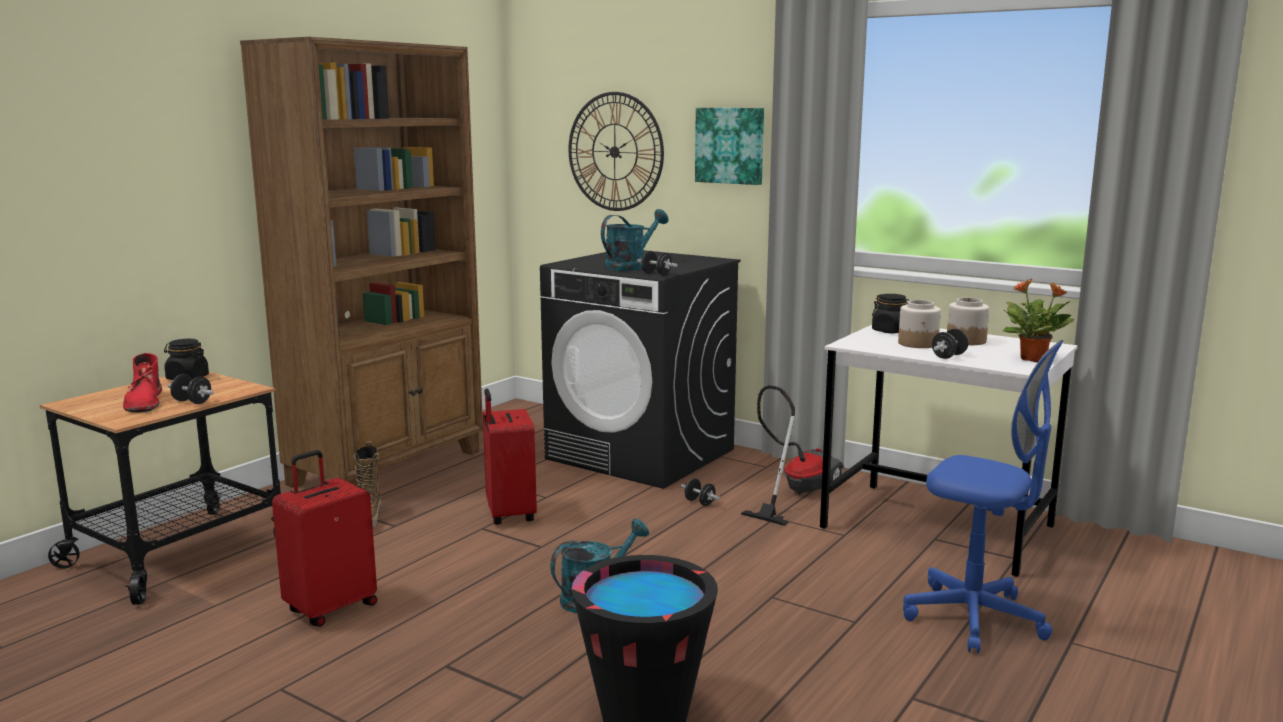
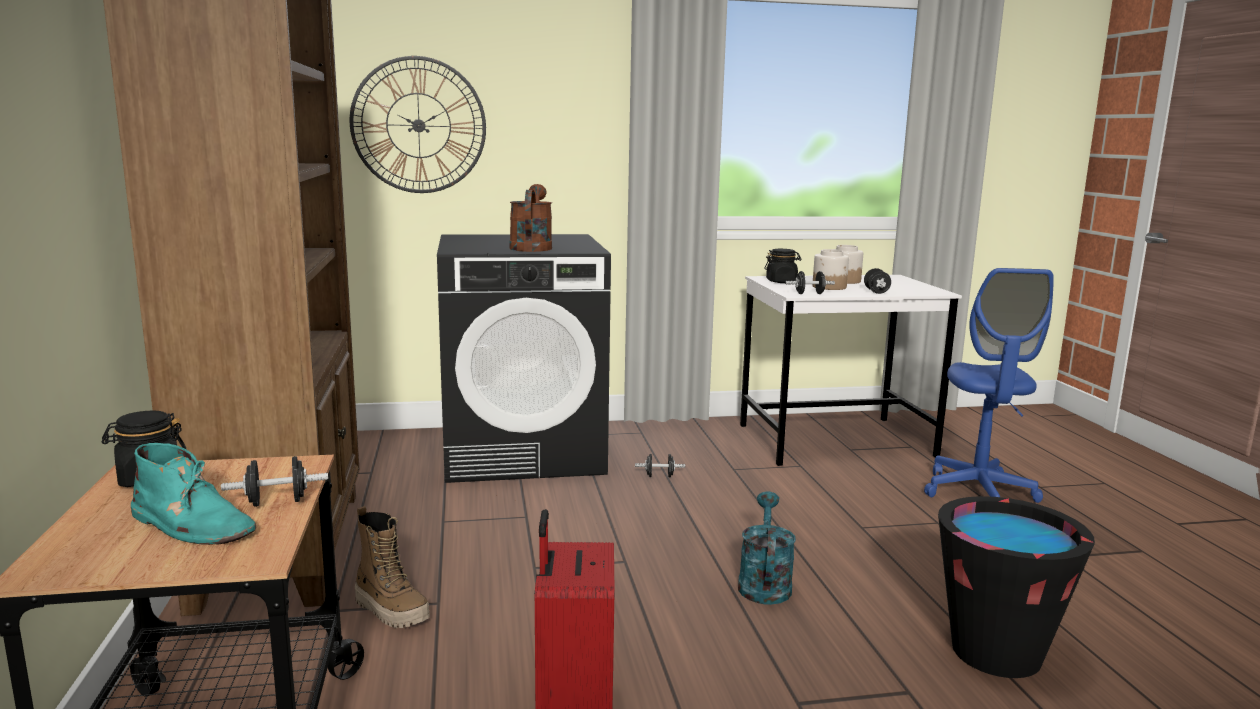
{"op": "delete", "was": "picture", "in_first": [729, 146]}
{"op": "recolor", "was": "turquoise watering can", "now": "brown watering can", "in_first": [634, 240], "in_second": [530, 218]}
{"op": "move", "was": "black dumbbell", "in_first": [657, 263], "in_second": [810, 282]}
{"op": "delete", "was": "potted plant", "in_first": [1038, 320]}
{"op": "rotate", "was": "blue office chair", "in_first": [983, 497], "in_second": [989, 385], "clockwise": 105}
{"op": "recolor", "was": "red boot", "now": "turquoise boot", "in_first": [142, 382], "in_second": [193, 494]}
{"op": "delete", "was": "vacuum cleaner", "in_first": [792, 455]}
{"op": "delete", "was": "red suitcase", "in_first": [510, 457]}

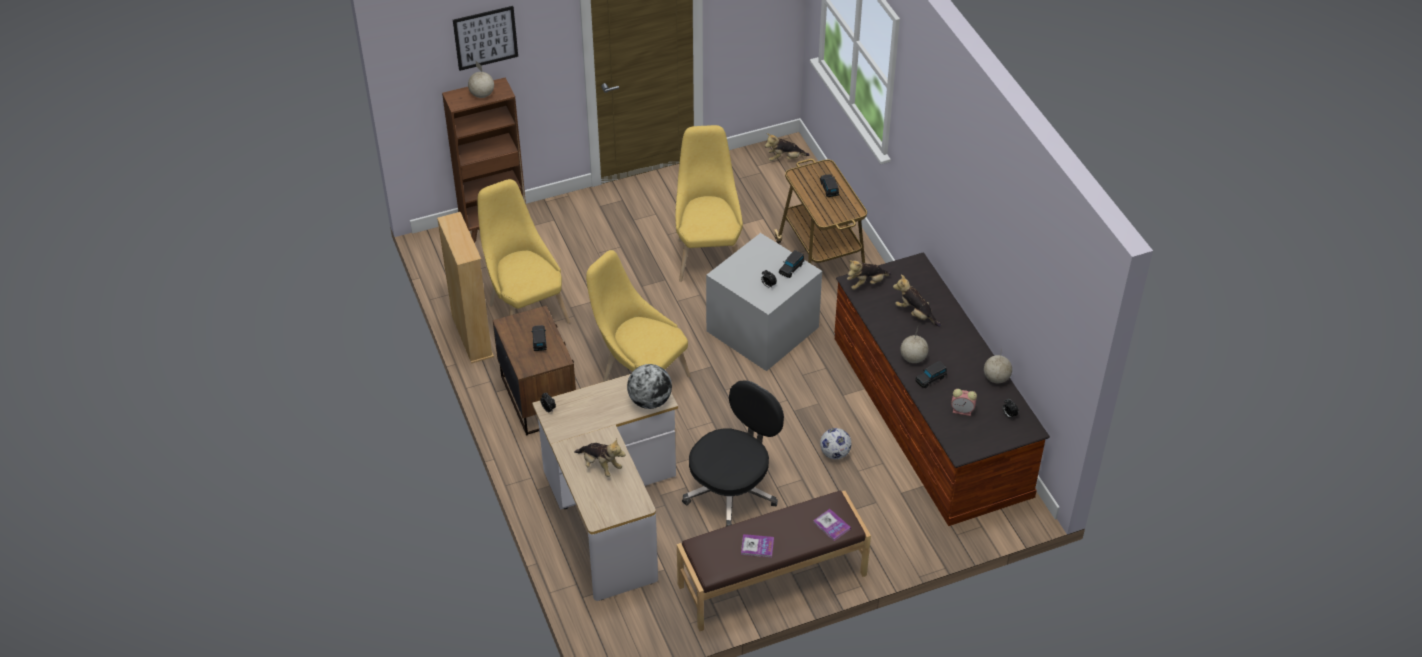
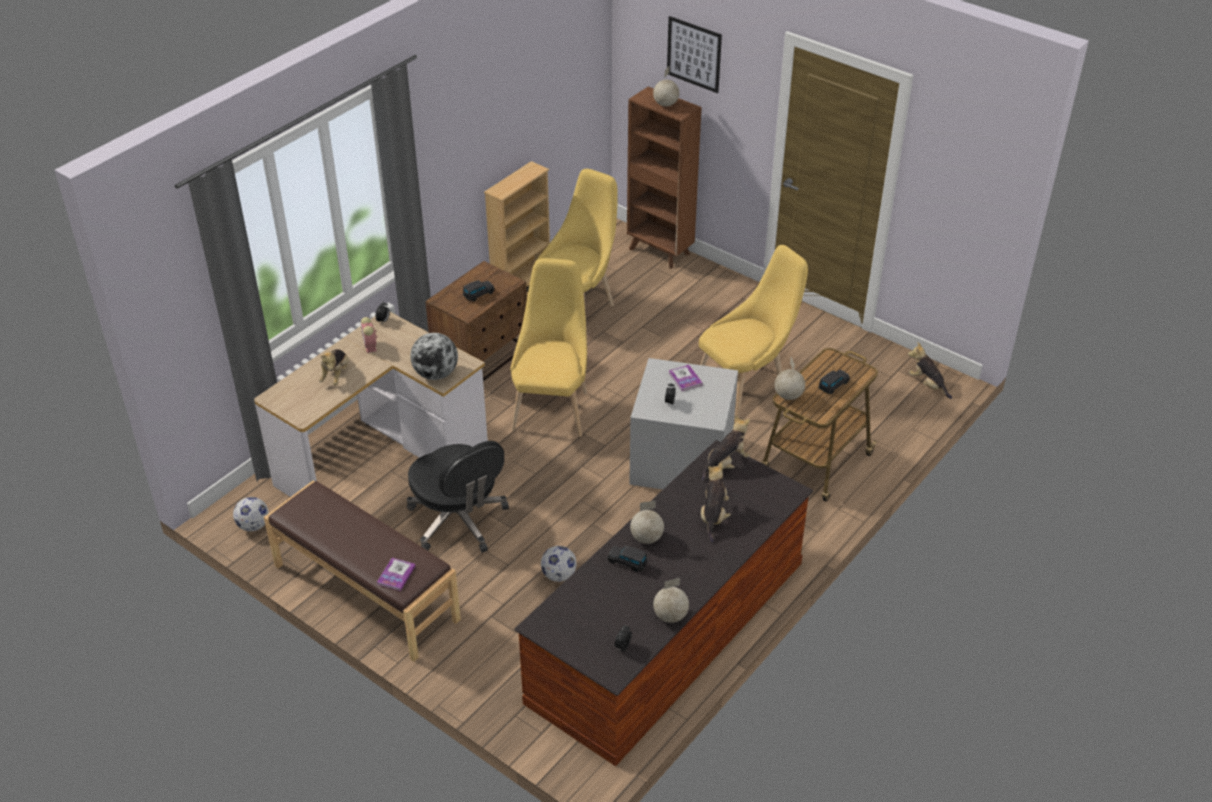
{"op": "delete", "was": "black toy car", "in_first": [791, 264]}
{"op": "rotate", "was": "plush toy", "in_first": [869, 275], "in_second": [726, 448], "clockwise": 105}
{"op": "rotate", "was": "black office chair", "in_first": [733, 454], "in_second": [458, 496], "clockwise": 45}
{"op": "move", "was": "alarm clock", "in_first": [964, 402], "in_second": [369, 335]}
{"op": "move", "was": "book", "in_first": [757, 545], "in_second": [686, 378]}
{"op": "insert", "now": "globe", "in_second": [790, 378]}
{"op": "insert", "now": "football", "in_second": [251, 514]}

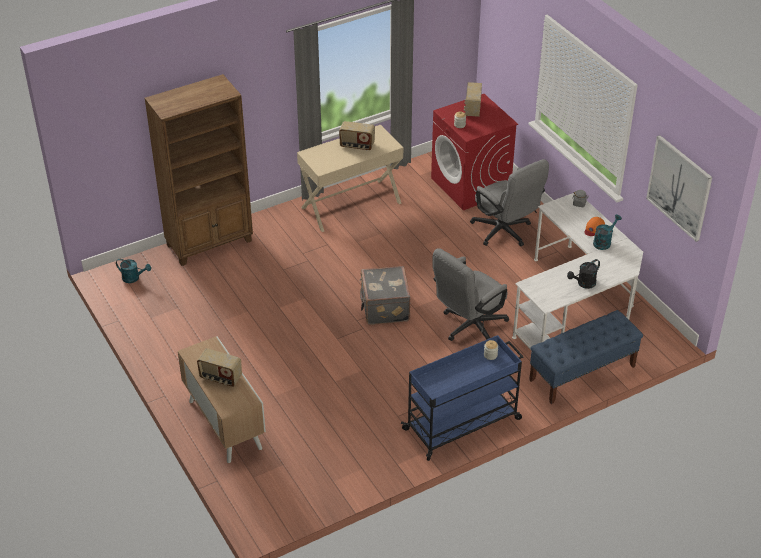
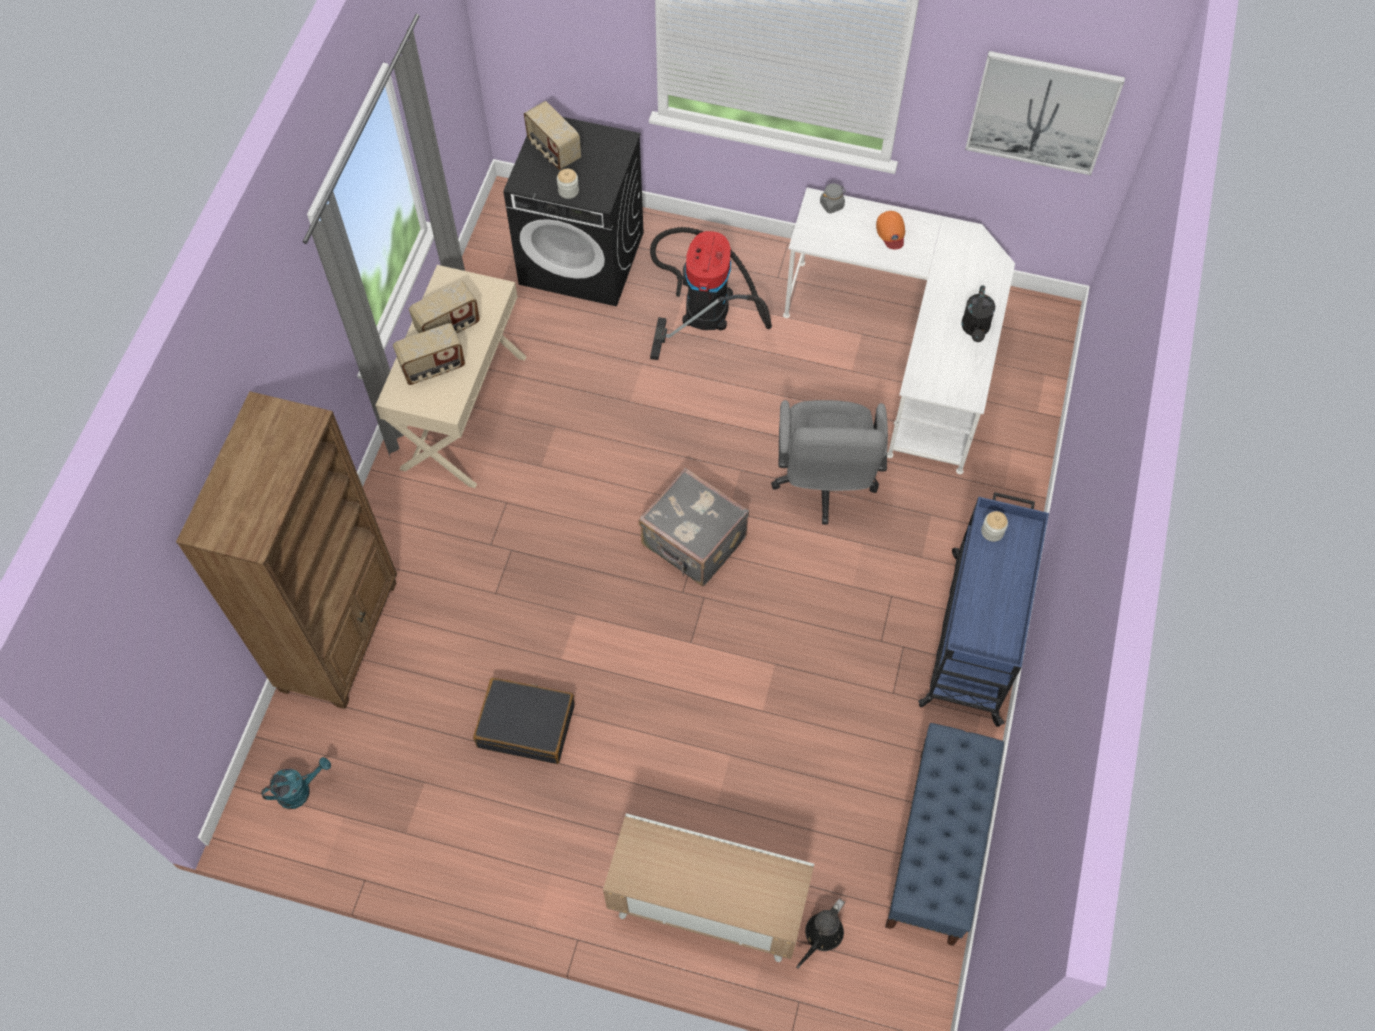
{"op": "recolor", "was": "red washing machine", "now": "black washing machine", "in_first": [474, 152], "in_second": [573, 212]}
{"op": "replace", "was": "grey office chair", "now": "vacuum cleaner", "in_first": [509, 202], "in_second": [711, 293]}
{"op": "delete", "was": "turquoise watering can", "in_first": [607, 232]}
{"op": "move", "was": "blue bench", "in_first": [586, 357], "in_second": [944, 834]}
{"op": "move", "was": "radio", "in_first": [219, 367], "in_second": [429, 354]}
{"op": "insert", "now": "black suitcase", "in_second": [524, 721]}
{"op": "insert", "now": "black watering can", "in_second": [820, 934]}

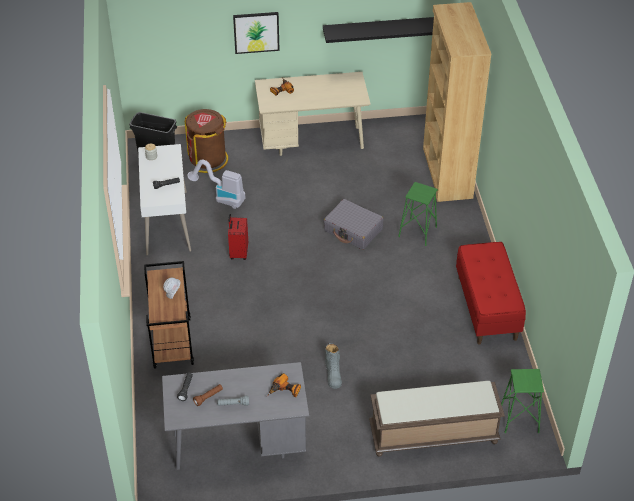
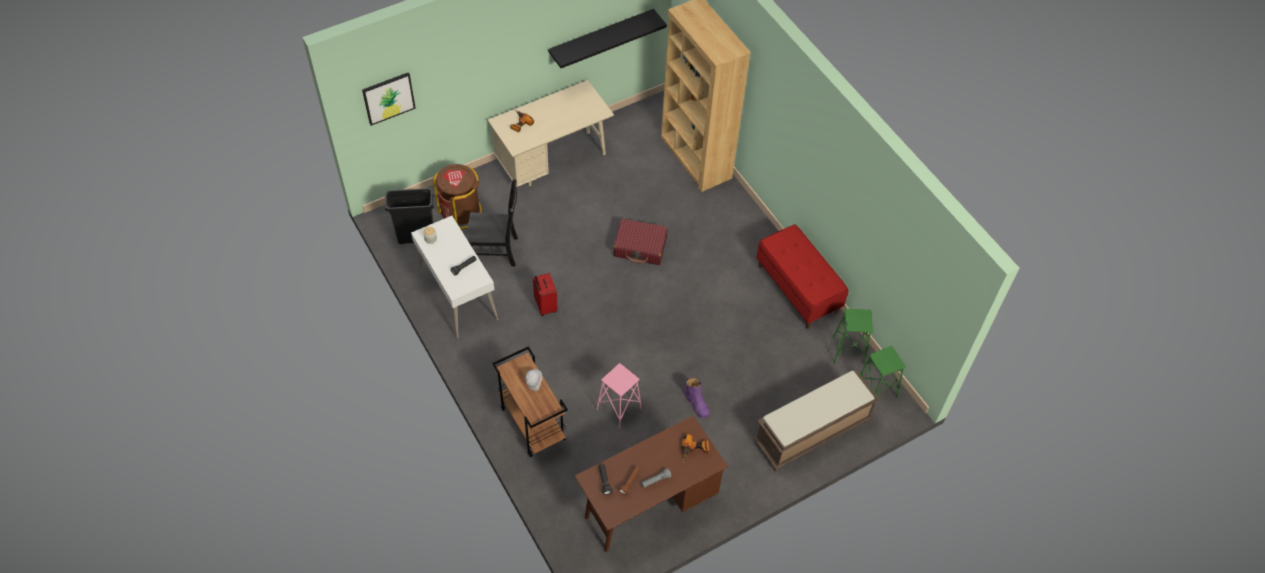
{"op": "move", "was": "picture", "in_first": [256, 33], "in_second": [389, 99]}
{"op": "replace", "was": "vacuum cleaner", "now": "black chair", "in_first": [216, 184], "in_second": [492, 222]}
{"op": "move", "was": "green stool", "in_first": [418, 214], "in_second": [853, 336]}
{"op": "recolor", "was": "grey suitcase", "now": "red suitcase", "in_first": [354, 224], "in_second": [640, 242]}
{"op": "recolor", "was": "grey boot", "now": "purple boot", "in_first": [333, 366], "in_second": [697, 397]}
{"op": "recolor", "was": "grey desk", "now": "brown desk", "in_first": [235, 416], "in_second": [651, 484]}
{"op": "insert", "now": "pink stool", "in_second": [619, 396]}

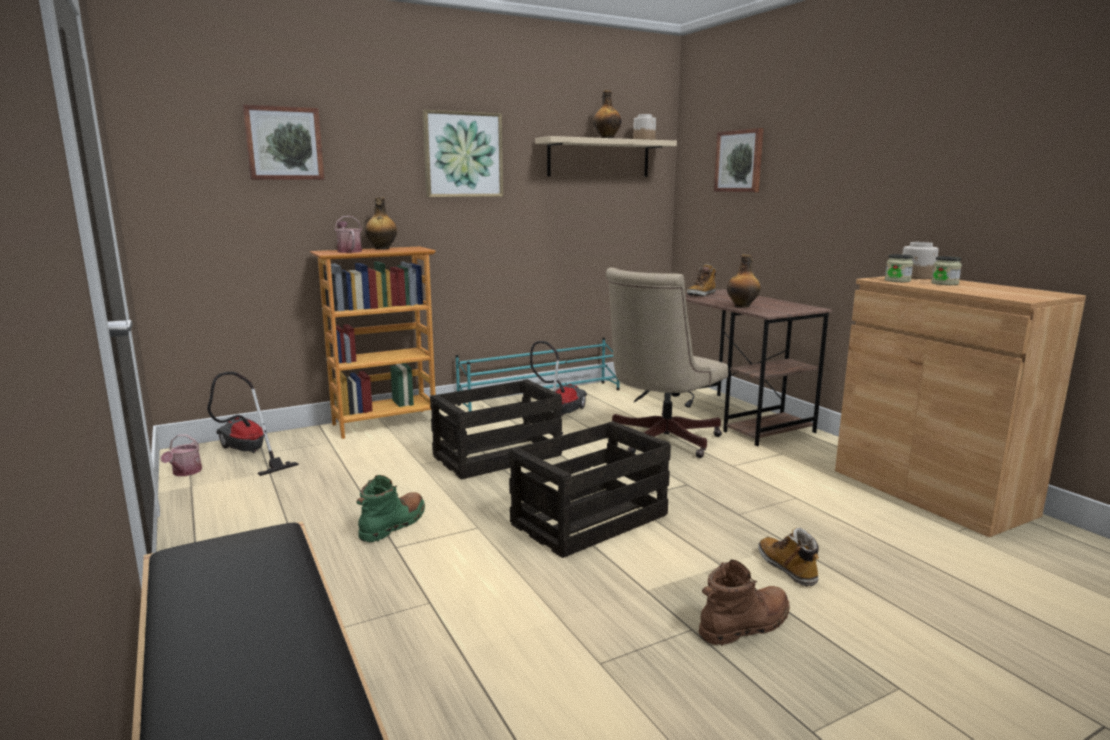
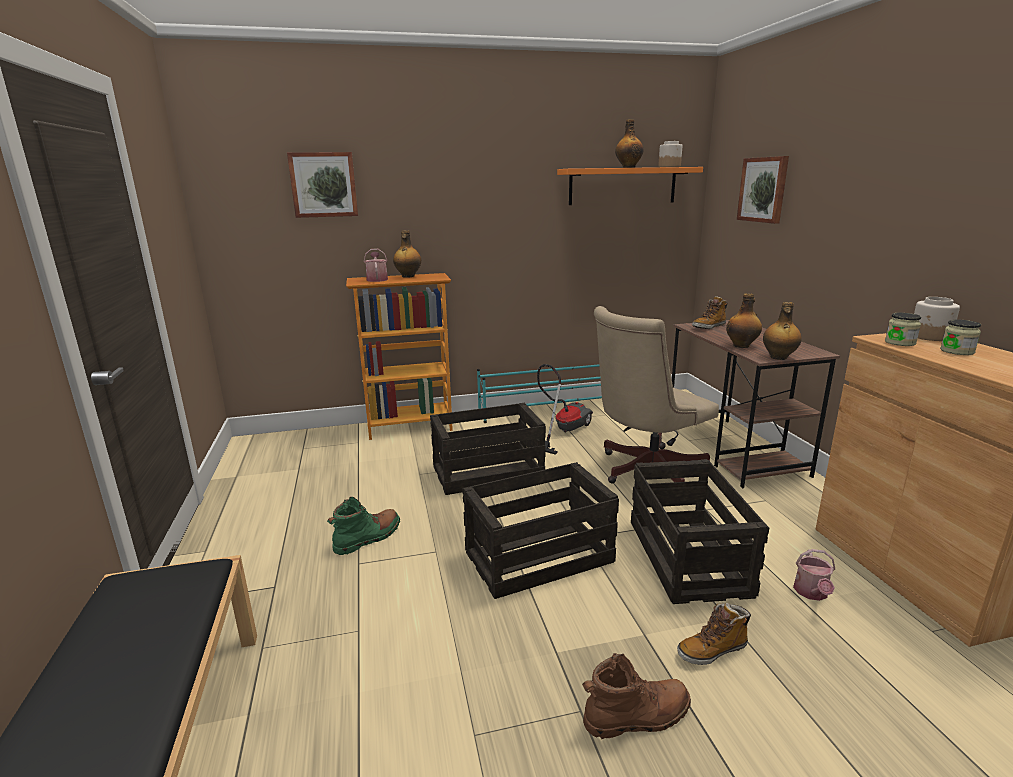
{"op": "delete", "was": "picture", "in_first": [462, 153]}
{"op": "recolor", "was": "beige shelf", "now": "orange shelf", "in_first": [606, 156], "in_second": [630, 186]}
{"op": "delete", "was": "vacuum cleaner", "in_first": [253, 424]}
{"op": "move", "was": "watering can", "in_first": [181, 455], "in_second": [814, 575]}
{"op": "rotate", "was": "boot", "in_first": [788, 556], "in_second": [714, 634], "clockwise": -105}
{"op": "insert", "now": "bottle", "in_second": [782, 331]}
{"op": "insert", "now": "crate", "in_second": [700, 531]}

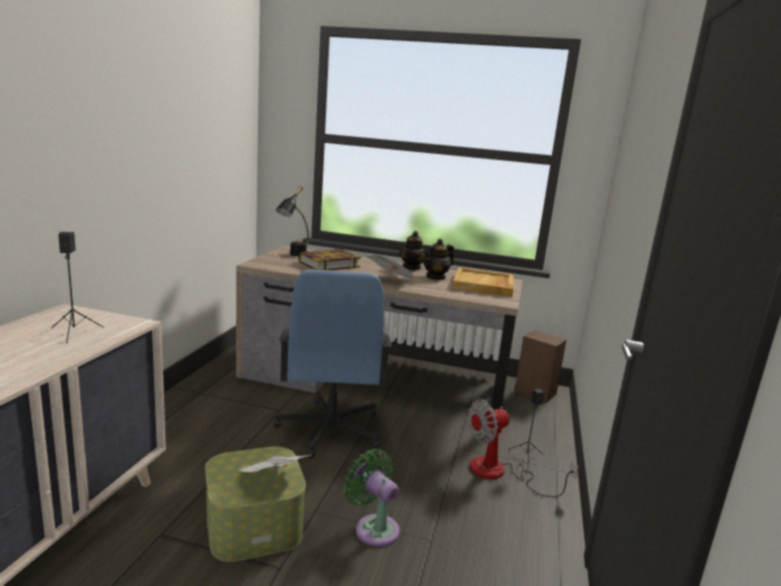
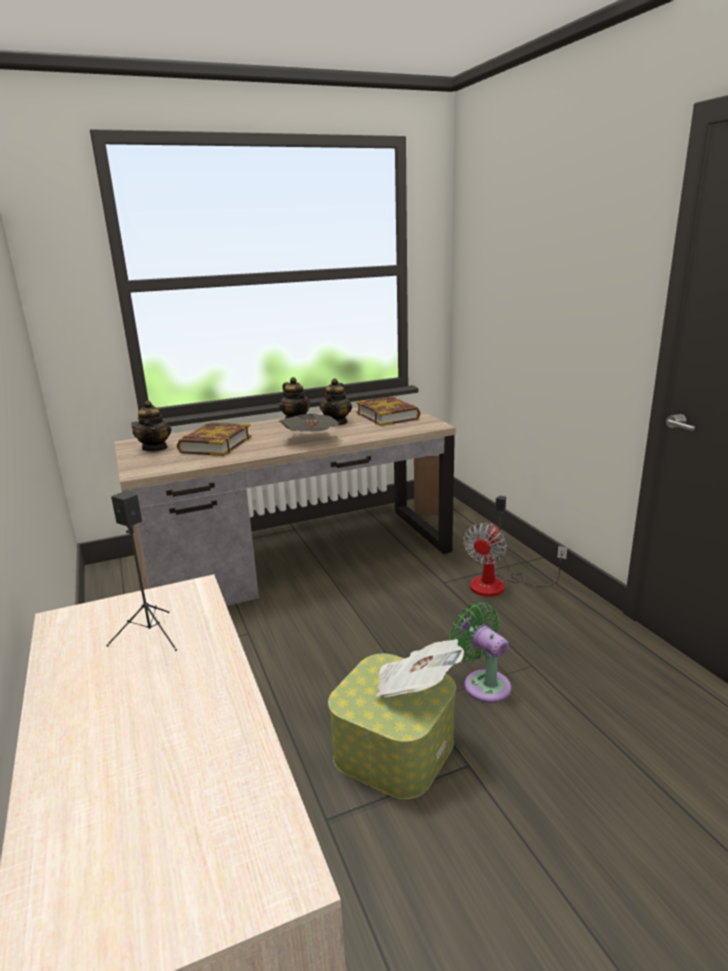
{"op": "replace", "was": "black table lamp", "now": "teapot", "in_first": [292, 221], "in_second": [152, 425]}
{"op": "replace", "was": "beige tray", "now": "book", "in_first": [483, 282], "in_second": [388, 411]}
{"op": "delete", "was": "blue office chair", "in_first": [332, 364]}
{"op": "rotate", "was": "green fan", "in_first": [371, 498], "in_second": [480, 652], "clockwise": 45}

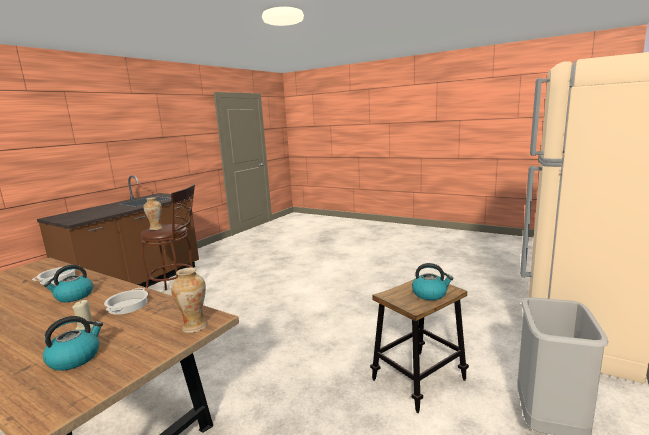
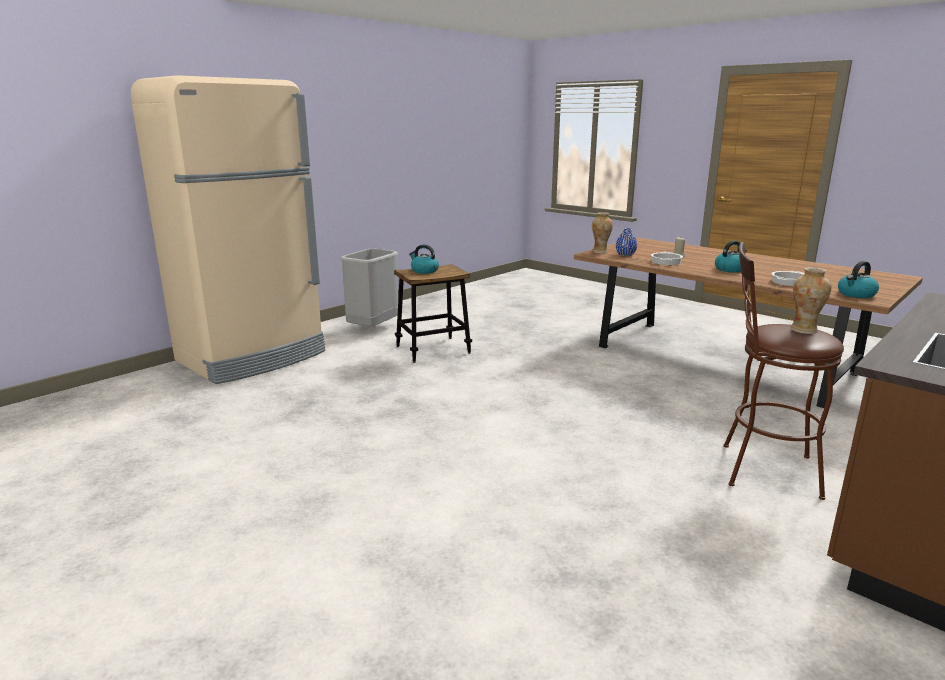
{"op": "move", "was": "kettle", "in_first": [73, 343], "in_second": [858, 279]}
{"op": "insert", "now": "blue vase", "in_second": [626, 242]}

